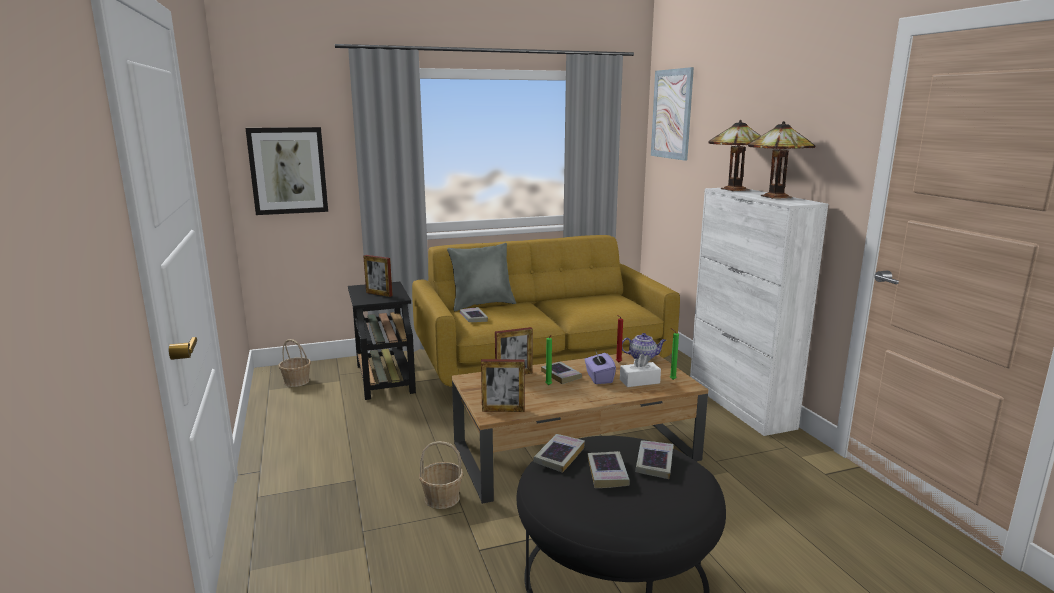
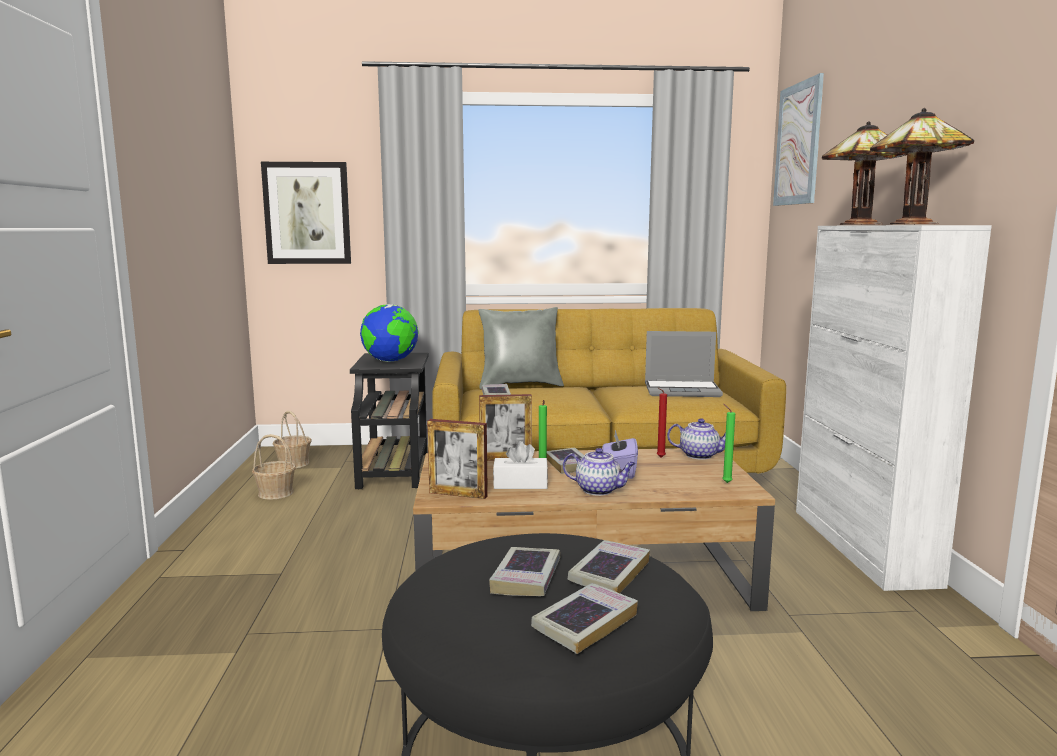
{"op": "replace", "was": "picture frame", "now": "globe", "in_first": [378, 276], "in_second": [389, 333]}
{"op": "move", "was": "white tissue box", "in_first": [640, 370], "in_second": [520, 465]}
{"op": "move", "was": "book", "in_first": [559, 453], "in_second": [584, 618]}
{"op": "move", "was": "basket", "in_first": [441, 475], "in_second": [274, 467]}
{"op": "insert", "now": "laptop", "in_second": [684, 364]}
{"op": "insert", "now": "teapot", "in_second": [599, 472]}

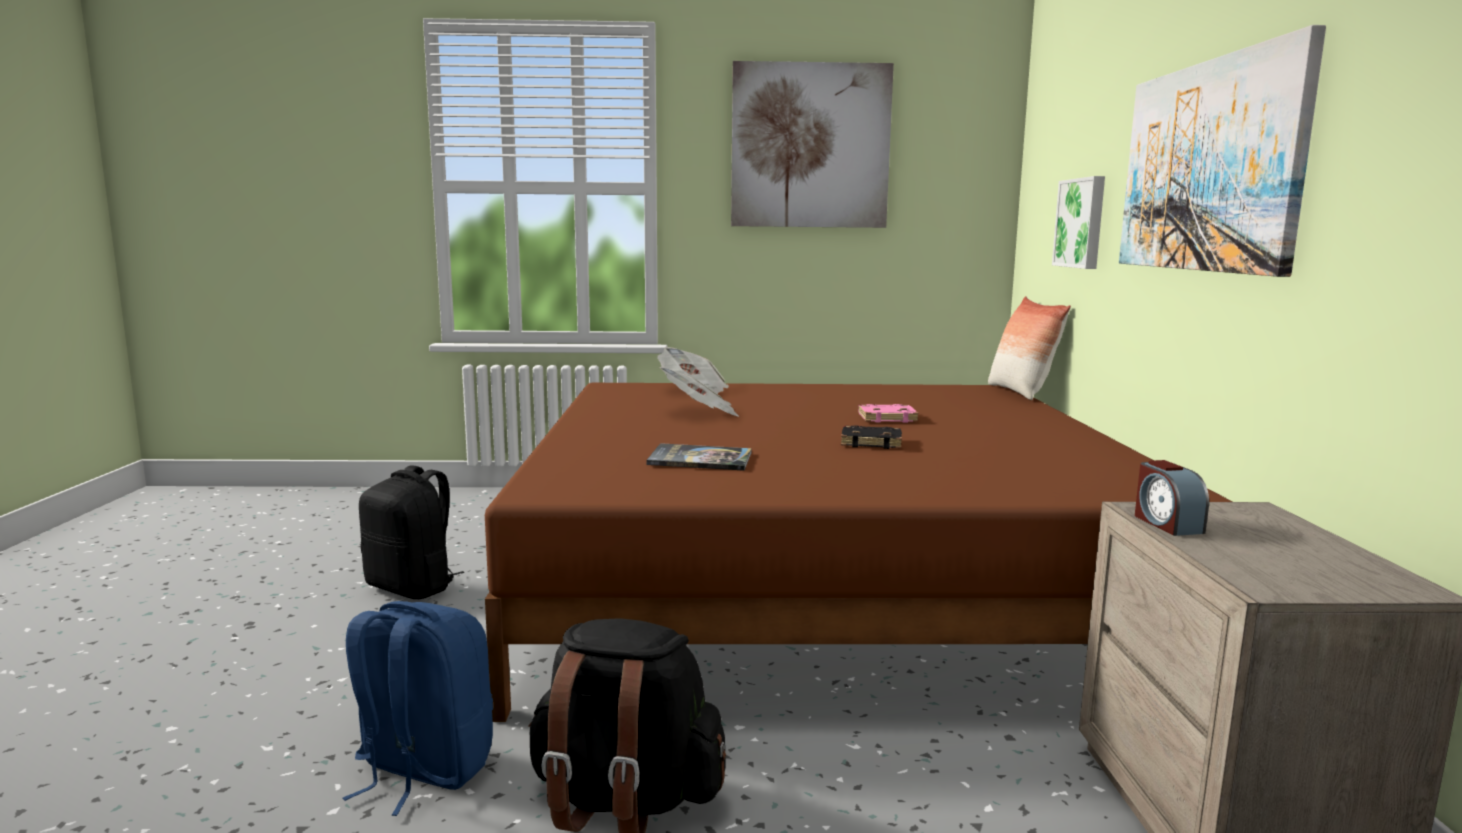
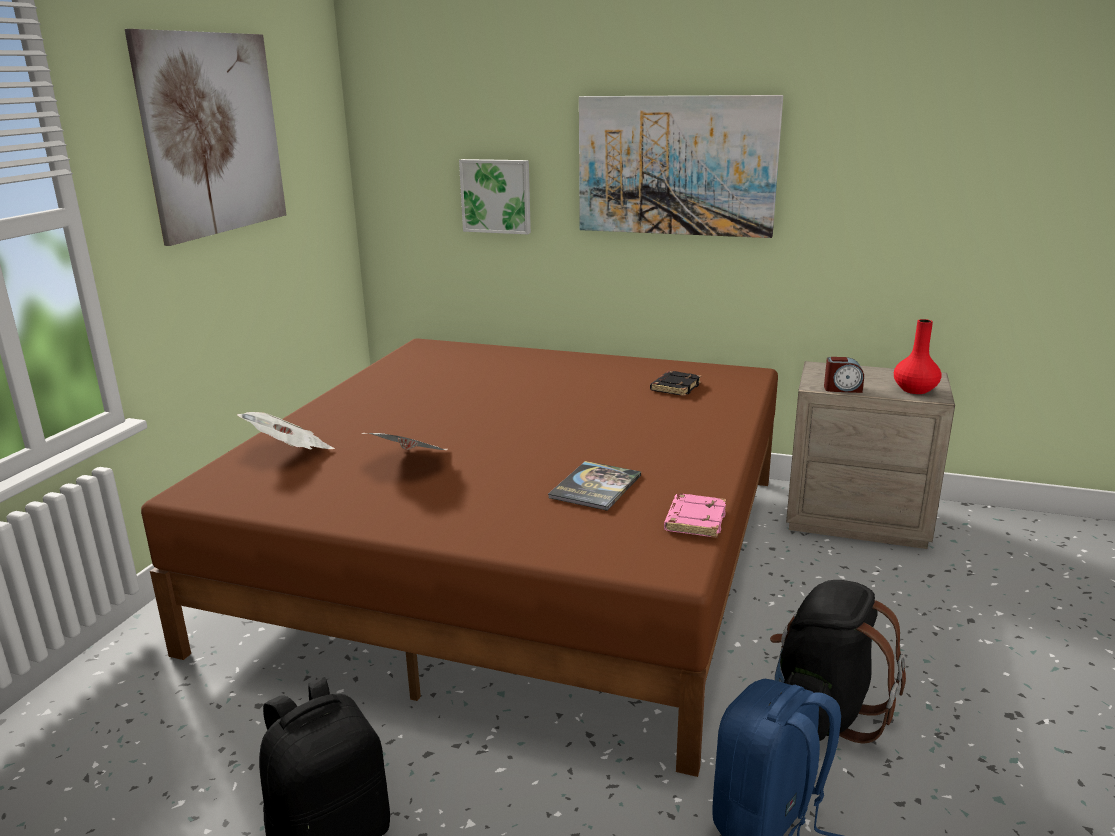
{"op": "delete", "was": "pillow", "in_first": [1029, 348]}
{"op": "move", "was": "pink book", "in_first": [888, 413], "in_second": [695, 515]}
{"op": "move", "was": "black book", "in_first": [871, 437], "in_second": [675, 383]}
{"op": "insert", "now": "red vase", "in_second": [918, 356]}

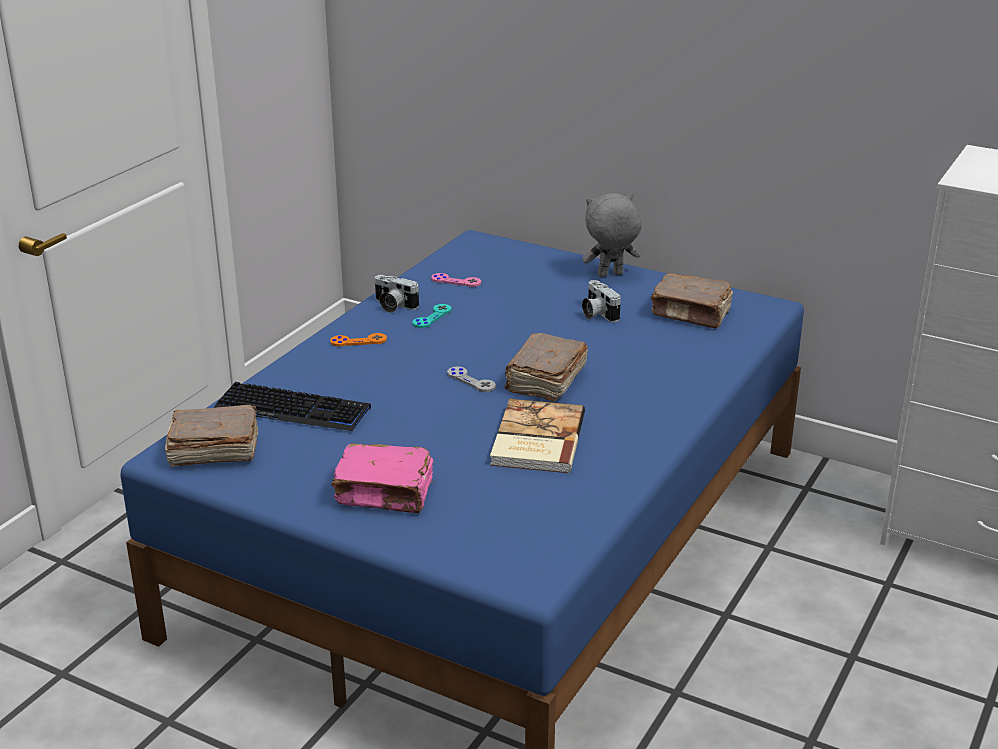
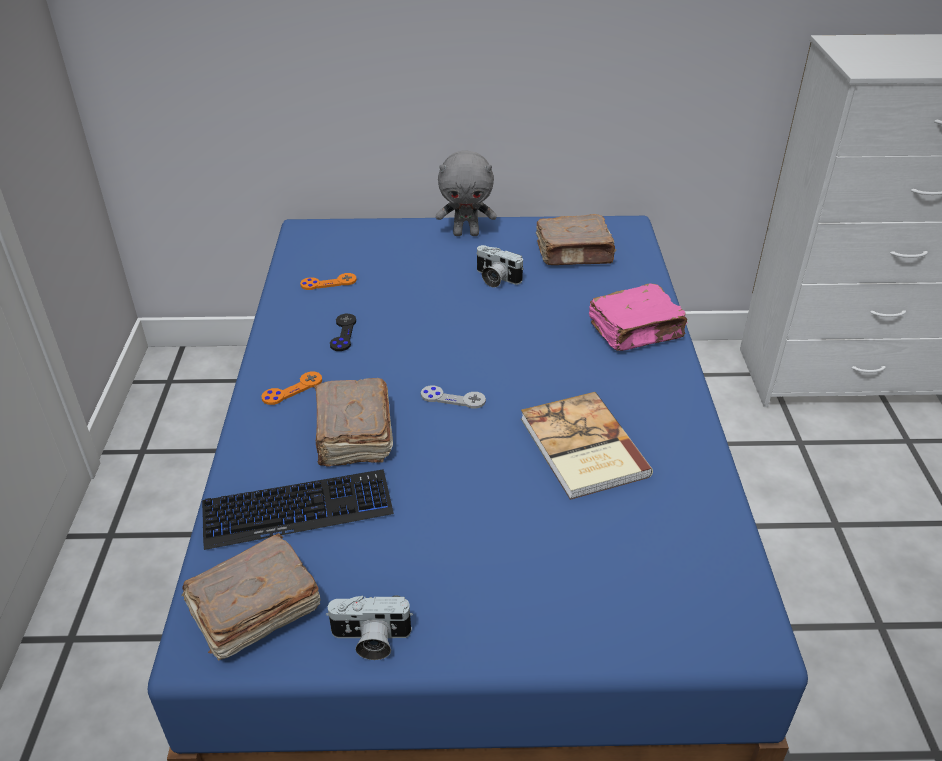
{"op": "rotate", "was": "grey plush toy", "in_first": [612, 235], "in_second": [466, 193], "clockwise": -135}
{"op": "recolor", "was": "pink game controller", "now": "orange game controller", "in_first": [456, 280], "in_second": [328, 281]}
{"op": "move", "was": "photo camera", "in_first": [396, 294], "in_second": [369, 627]}
{"op": "recolor", "was": "turquoise game controller", "now": "black game controller", "in_first": [432, 316], "in_second": [343, 332]}
{"op": "move", "was": "brown book", "in_first": [546, 367], "in_second": [353, 422]}
{"op": "move", "was": "pink book", "in_first": [382, 478], "in_second": [638, 317]}

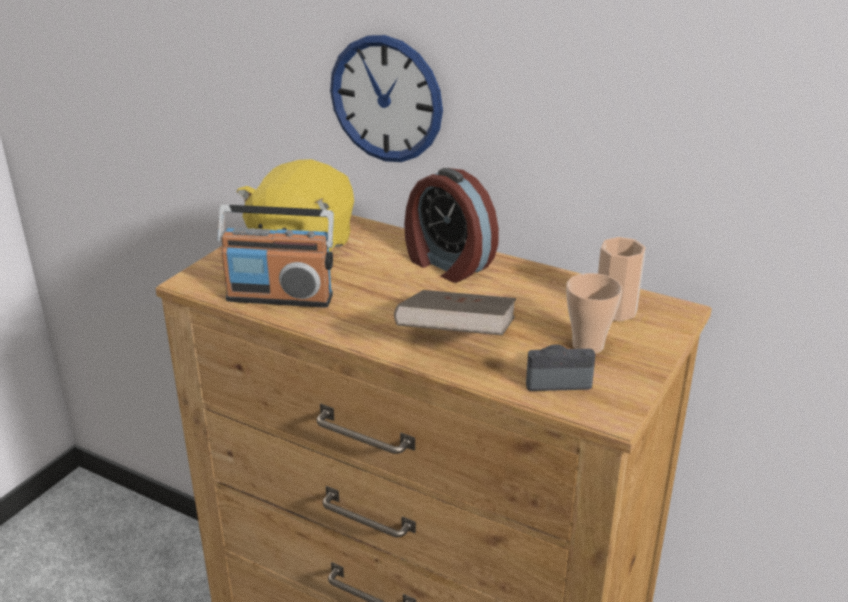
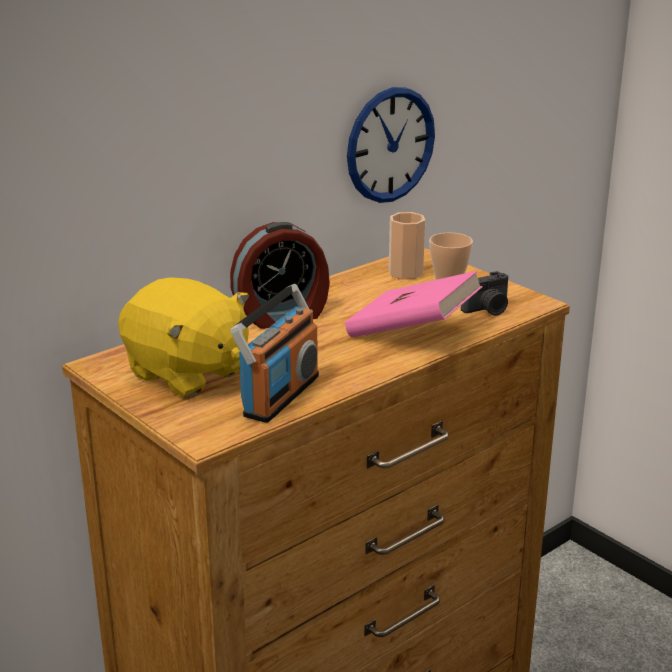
{"op": "move", "was": "wall clock", "in_first": [386, 98], "in_second": [391, 145]}
{"op": "recolor", "was": "brown book", "now": "pink book", "in_first": [455, 312], "in_second": [414, 304]}
{"op": "rotate", "was": "photo camera", "in_first": [560, 367], "in_second": [484, 293], "clockwise": -135}

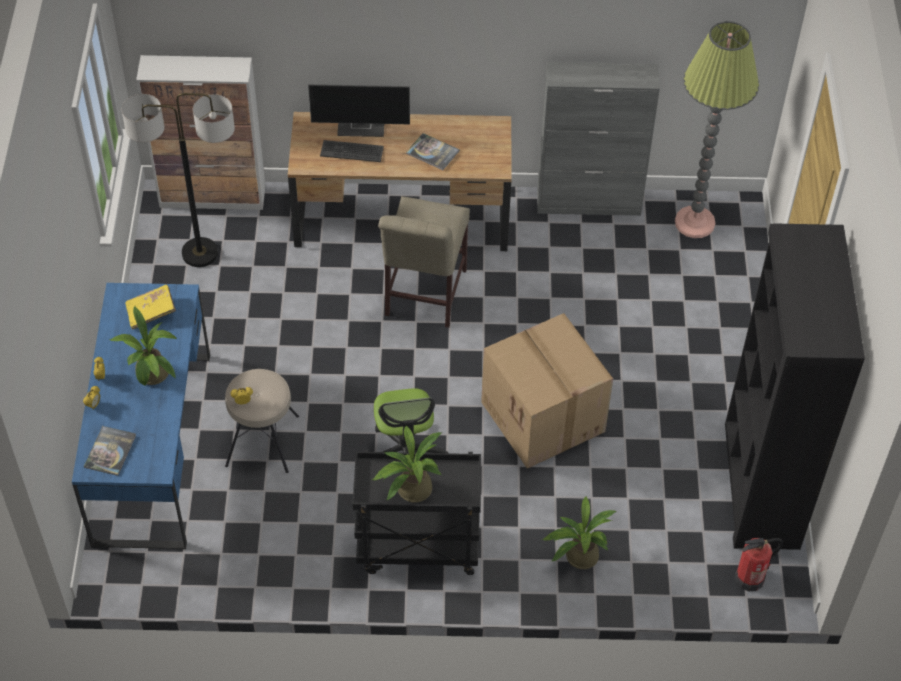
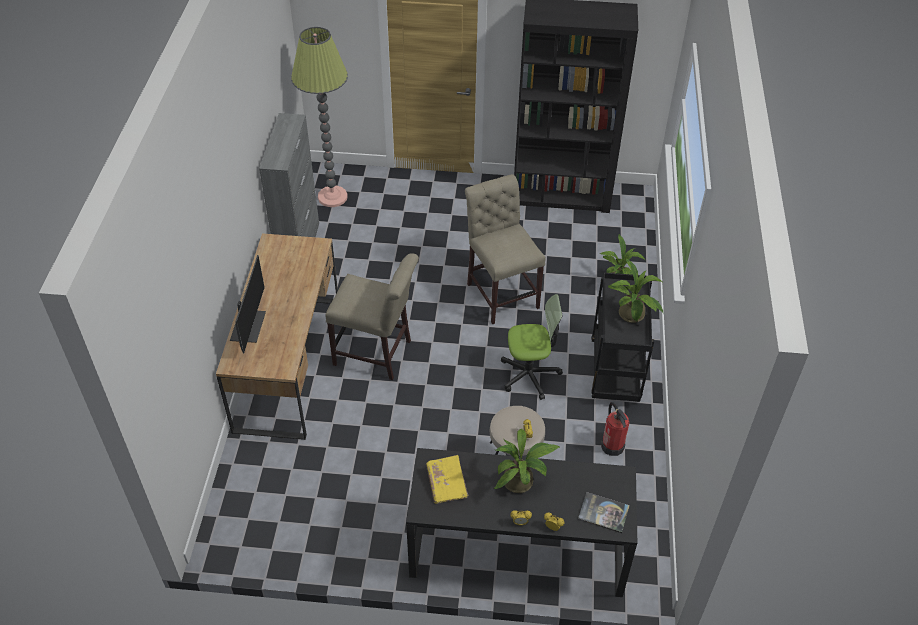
{"op": "delete", "was": "cabinet", "in_first": [200, 132]}
{"op": "delete", "was": "floor lamp", "in_first": [178, 180]}
{"op": "delete", "was": "book", "in_first": [433, 151]}
{"op": "delete", "was": "keyboard", "in_first": [352, 151]}
{"op": "recolor", "was": "blue desk", "now": "black desk", "in_first": [141, 416], "in_second": [521, 522]}
{"op": "replace", "was": "cardboard box", "now": "beige chair", "in_first": [547, 391], "in_second": [505, 249]}
{"op": "move", "was": "fire extinguisher", "in_first": [759, 564], "in_second": [615, 429]}

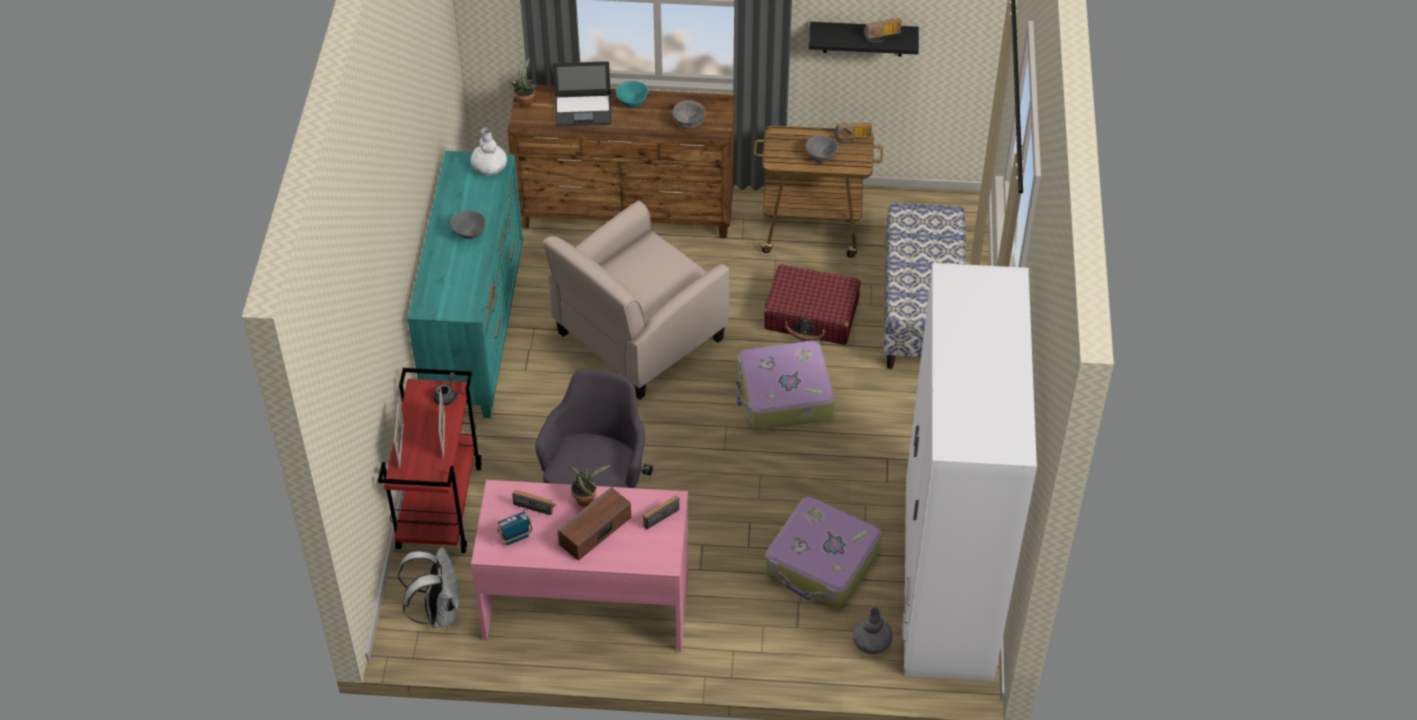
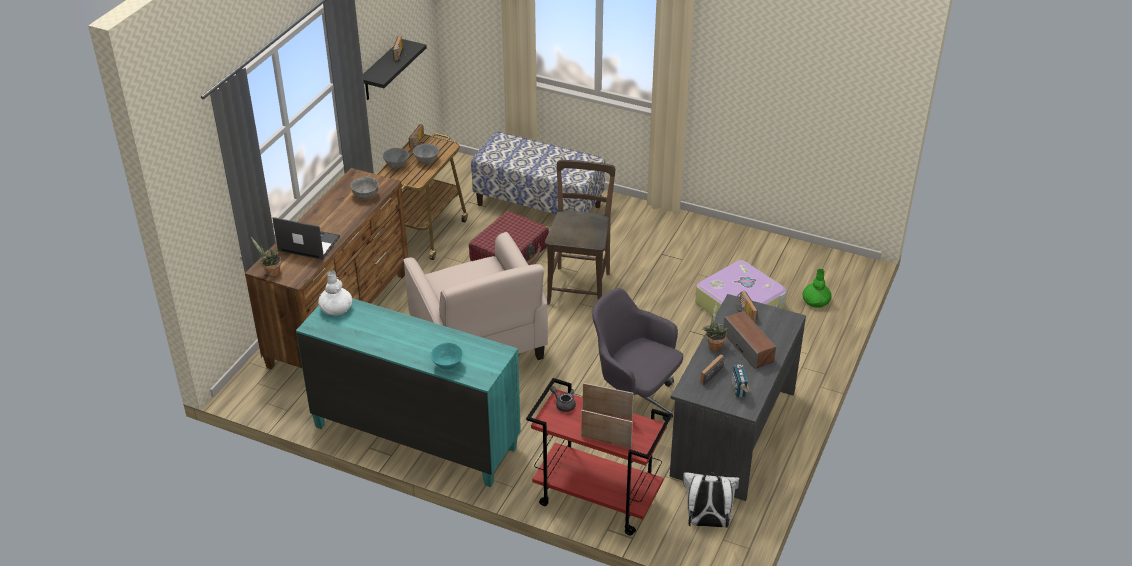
{"op": "rotate", "was": "laptop", "in_first": [582, 94], "in_second": [306, 238], "clockwise": -90}
{"op": "move", "was": "turquoise bowl", "in_first": [632, 94], "in_second": [447, 356]}
{"op": "move", "was": "grey bowl", "in_first": [468, 224], "in_second": [396, 158]}
{"op": "delete", "was": "white wardrobe", "in_first": [969, 472]}
{"op": "replace", "was": "suitcase", "now": "brown chair", "in_first": [785, 385], "in_second": [580, 232]}
{"op": "recolor", "was": "pink desk", "now": "grey desk", "in_first": [580, 566], "in_second": [738, 397]}
{"op": "recolor", "was": "grey vase", "now": "green vase", "in_first": [873, 631], "in_second": [817, 288]}

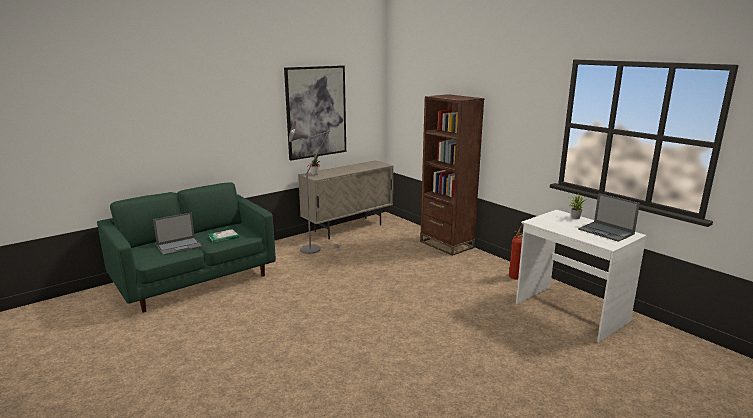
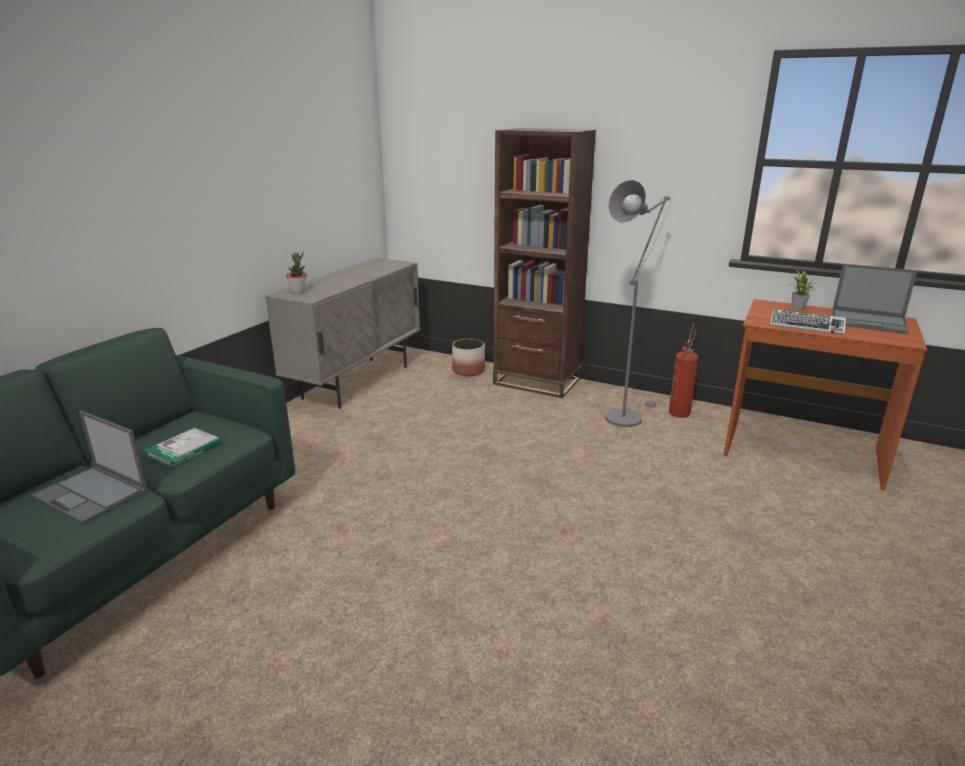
{"op": "delete", "was": "picture", "in_first": [315, 112]}
{"op": "move", "was": "grey floor lamp", "in_first": [314, 187], "in_second": [638, 303]}
{"op": "recolor", "was": "white desk", "now": "brown desk", "in_first": [581, 276], "in_second": [825, 394]}
{"op": "rotate", "was": "laptop", "in_first": [177, 234], "in_second": [89, 467], "clockwise": 90}
{"op": "insert", "now": "keyboard", "in_second": [808, 322]}
{"op": "insert", "now": "planter", "in_second": [468, 357]}

